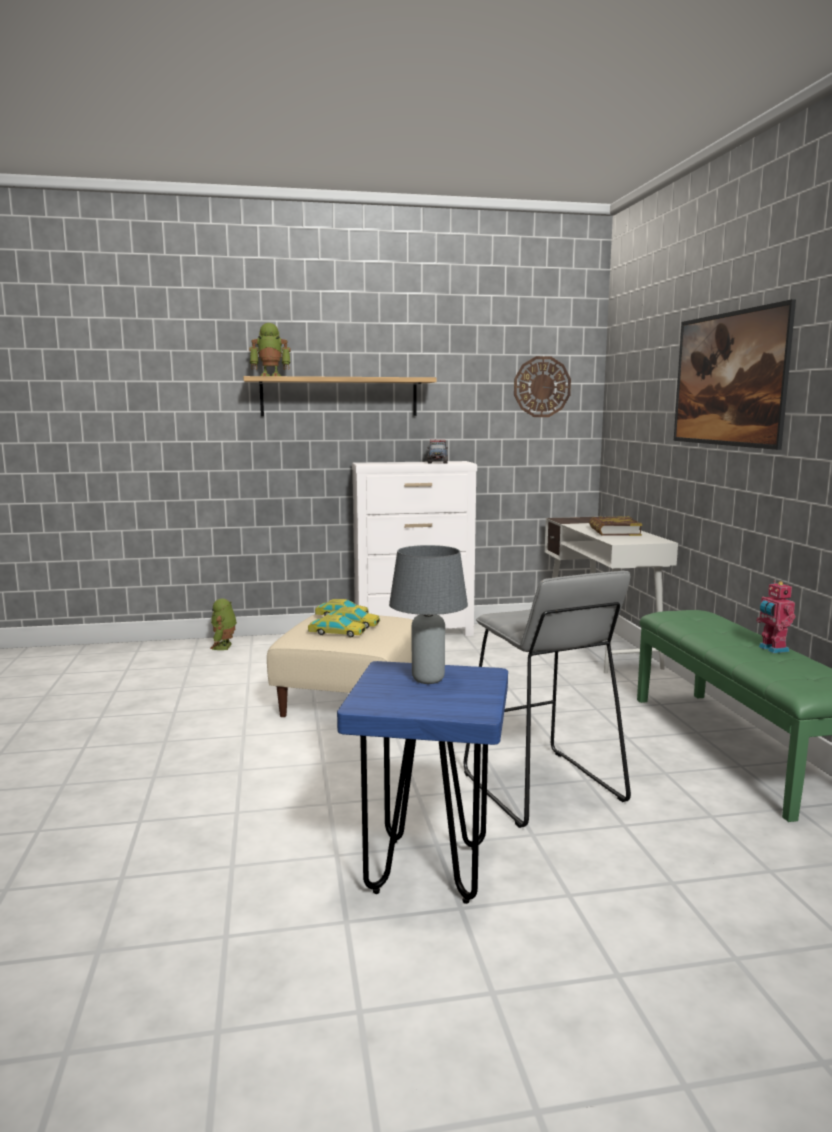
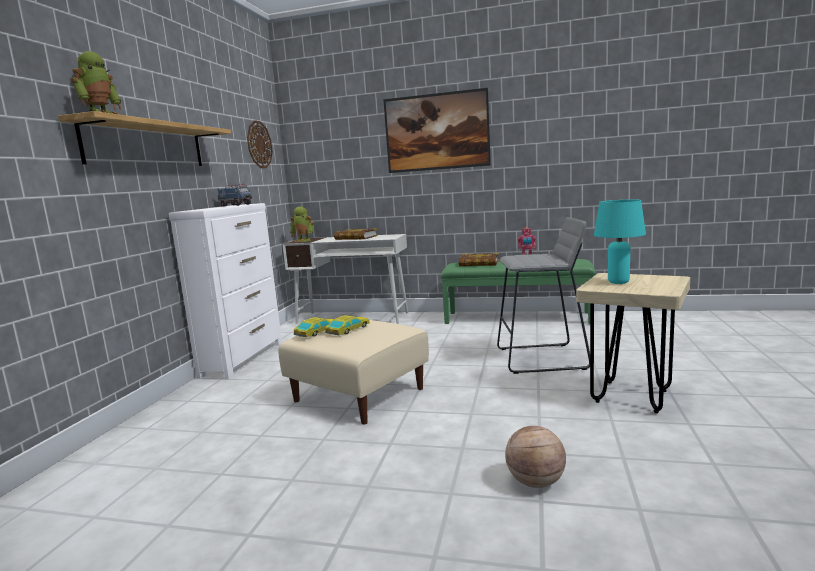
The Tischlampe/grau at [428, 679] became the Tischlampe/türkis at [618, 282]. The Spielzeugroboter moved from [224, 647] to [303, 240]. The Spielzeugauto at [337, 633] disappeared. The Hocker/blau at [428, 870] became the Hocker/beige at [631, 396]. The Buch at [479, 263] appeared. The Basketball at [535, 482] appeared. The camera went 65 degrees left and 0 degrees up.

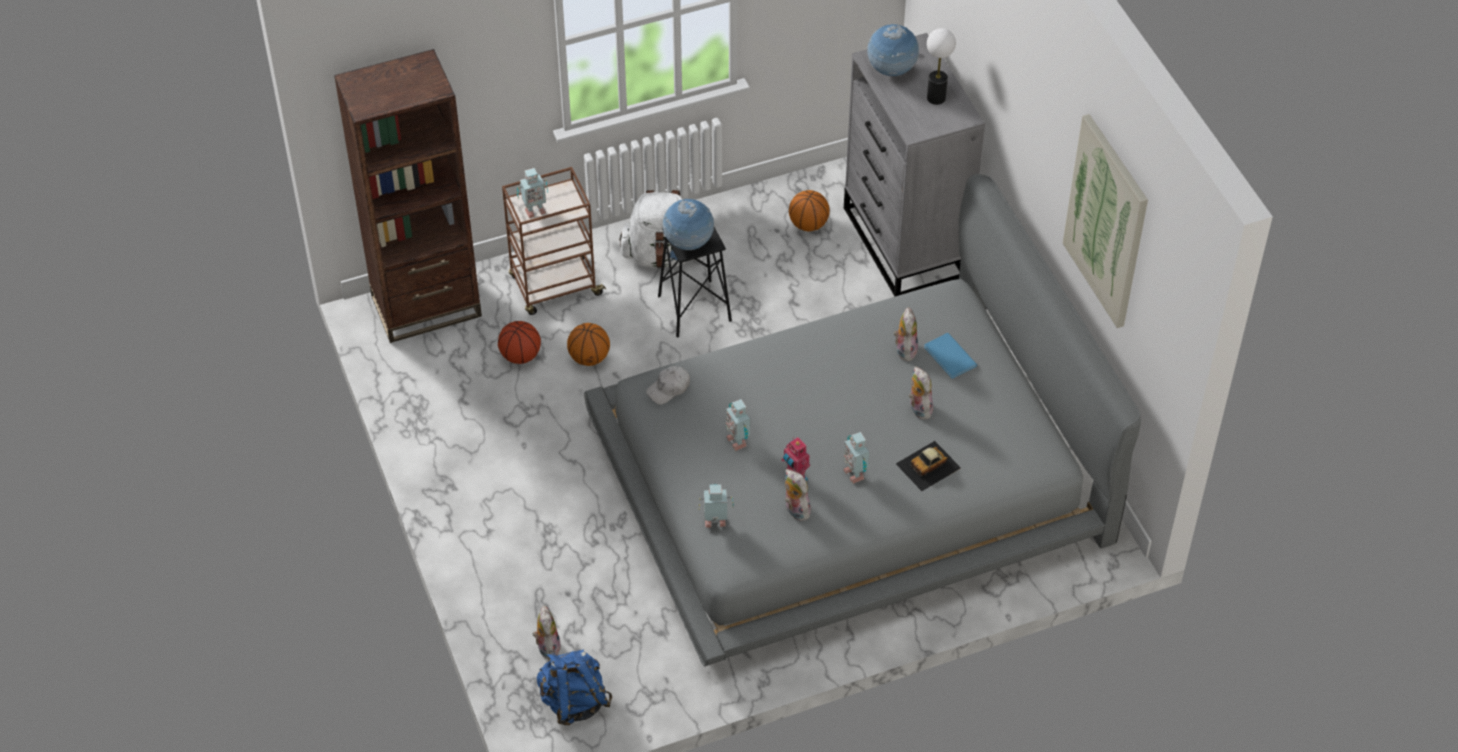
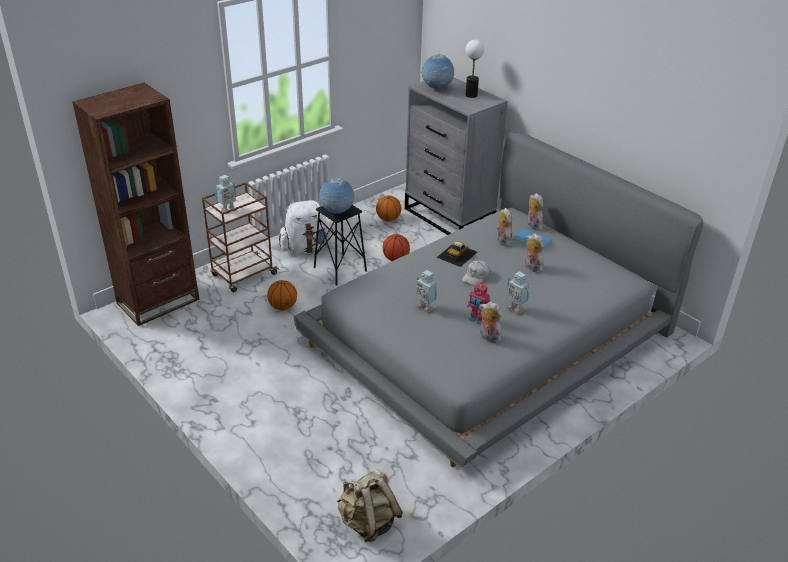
The Bild at [1106, 221] disappeared. The Basketball moved from [520, 356] to [395, 259]. The Kappe/weiß moved from [669, 389] to [475, 277]. The Spielzeugauto moved from [928, 465] to [457, 254]. The Spielzeugroboter at [716, 523] disappeared. The Plüschtier moved from [547, 646] to [532, 226]. The Rucksack/blau at [573, 701] became the Rucksack/beige at [368, 522]. The camera went 20 degrees left and 15 degrees down.

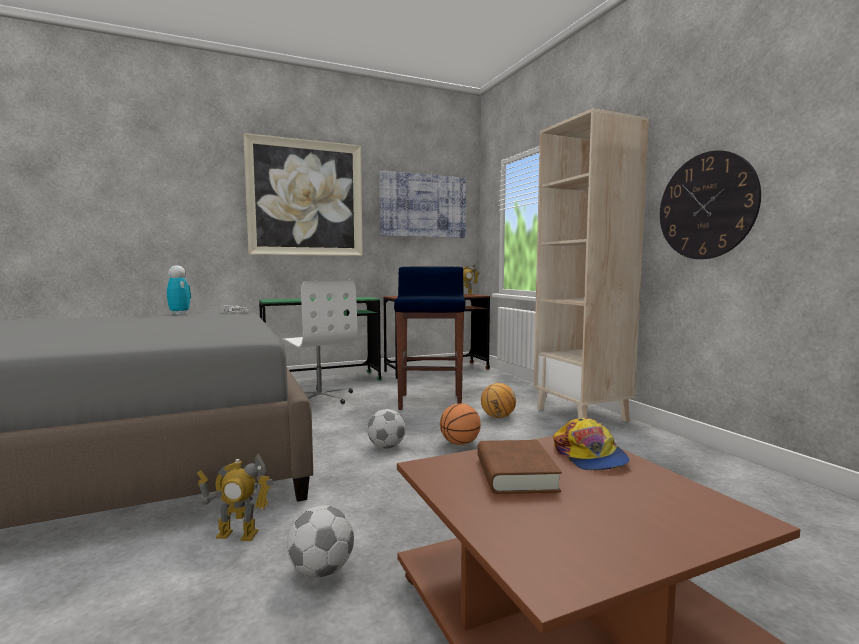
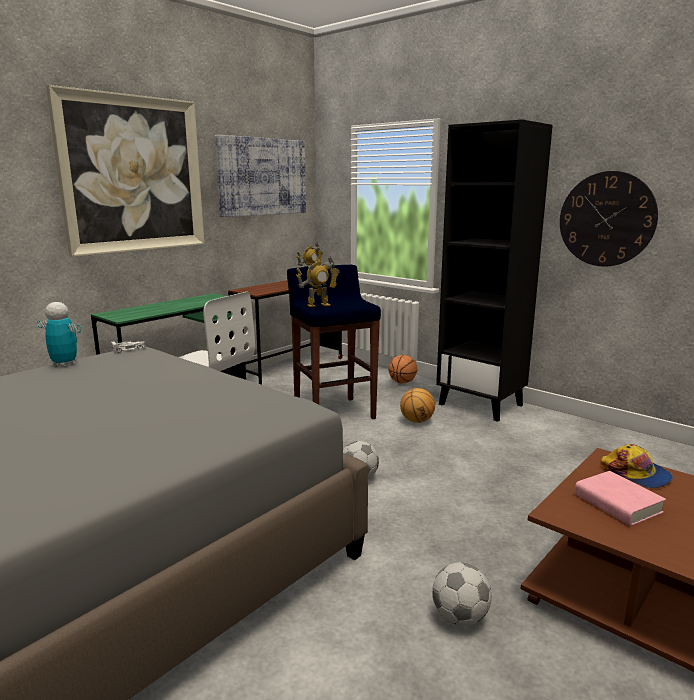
The Bücherregal/beige at [582, 414] became the Bücherregal/schwarz at [481, 405]. The Basketball moved from [460, 443] to [402, 382]. The Buch/braun at [515, 474] became the Buch/rosa at [617, 504]. The Spielzeugroboter moved from [237, 534] to [318, 305]. The camera went 25 degrees left and 10 degrees up.

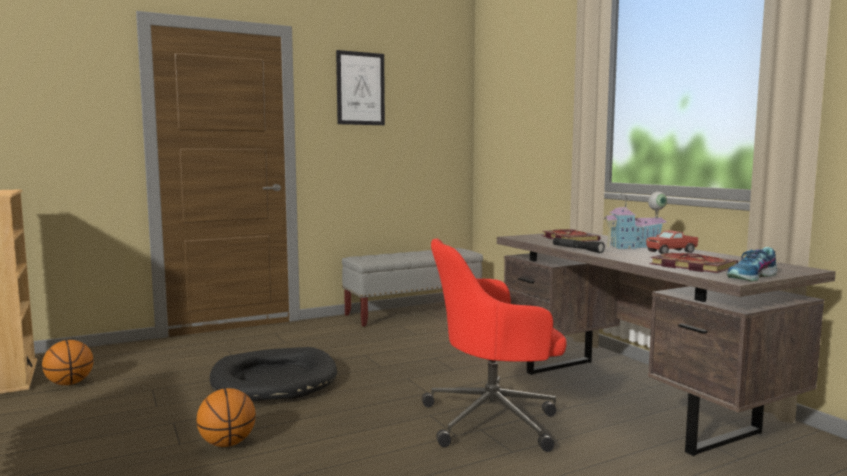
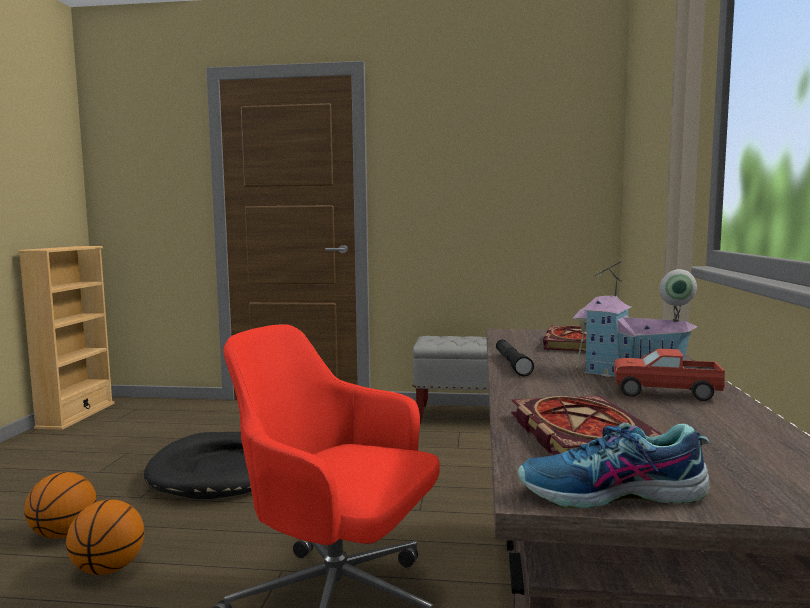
The Bild at [360, 88] disappeared. The Basketball moved from [70, 383] to [109, 569]. The camera went 35 degrees right and 0 degrees up.

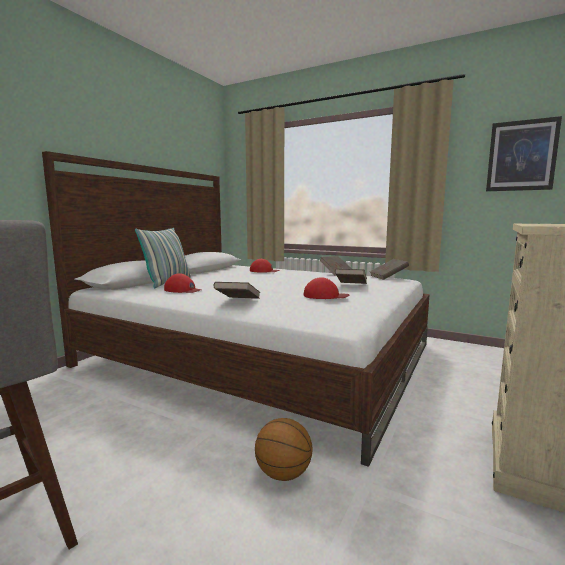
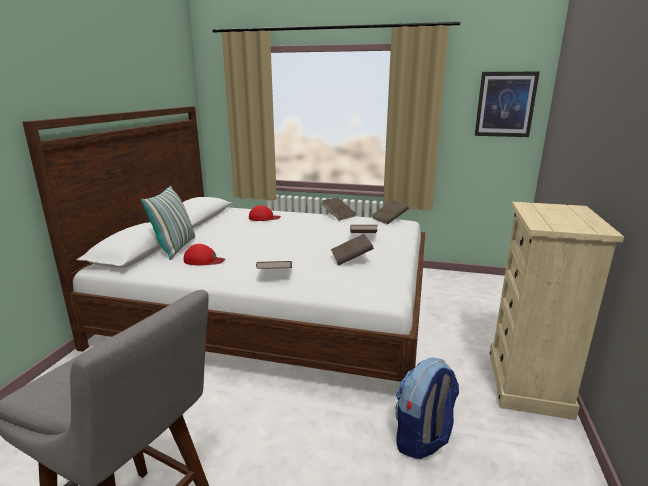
The Kappe/rot at [325, 296] was replaced by the Buch/braun at [351, 259]. The Basketball at [283, 474] disappeared. The Rucksack at [422, 439] appeared. The camera went 15 degrees left and 10 degrees up.

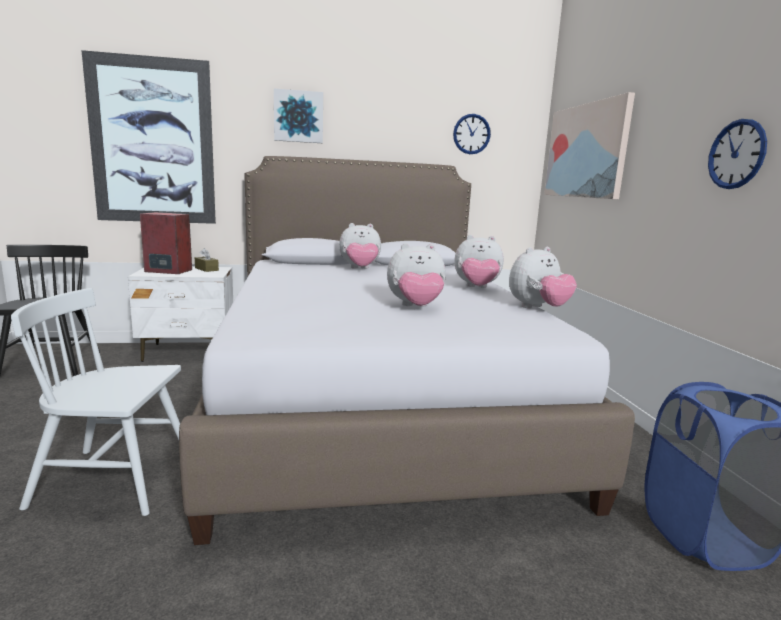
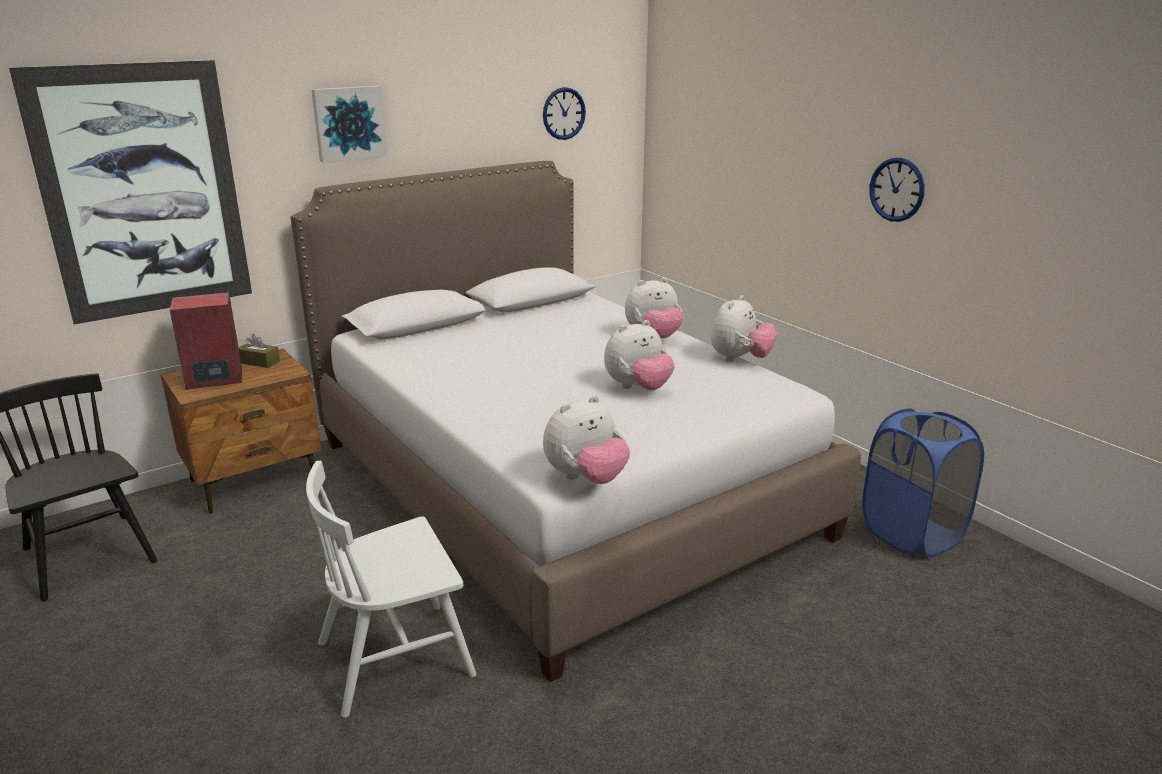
The Bild at [586, 151] disappeared. The Plüschtier moved from [360, 269] to [586, 478]. The Nachttisch/weiß at [188, 352] became the Nachttisch/braun at [255, 481]. The camera went 25 degrees left and 10 degrees up.

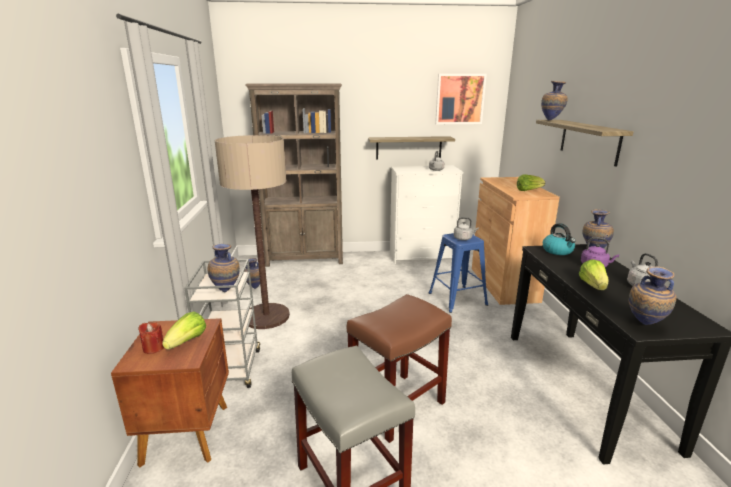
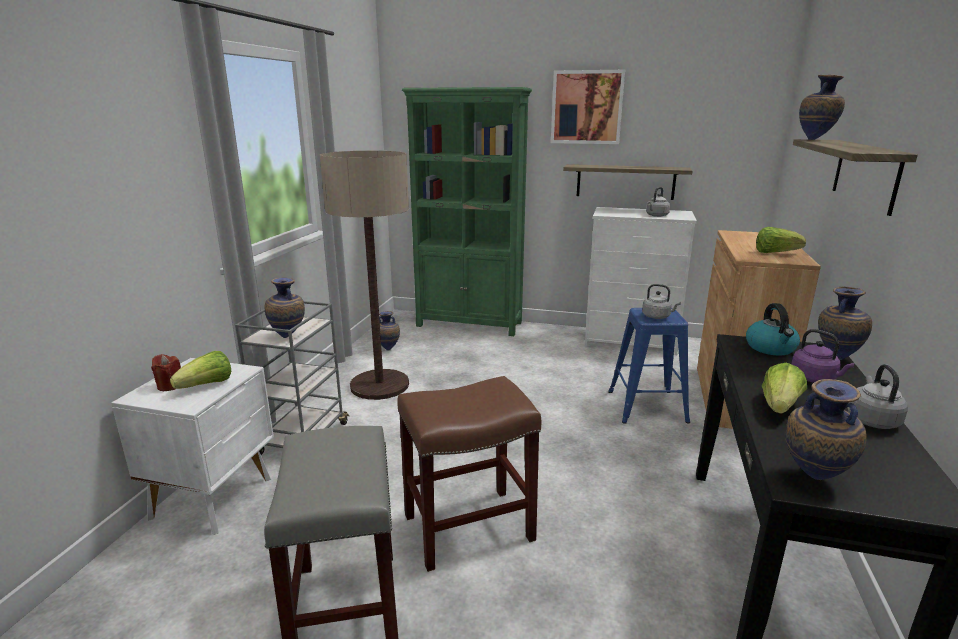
The Bild moved from [459, 99] to [587, 107]. The Bücherregal/braun at [305, 259] became the Bücherregal/grün at [470, 324]. The Nachttisch/braun at [188, 433] became the Nachttisch/weiß at [215, 497]. The camera went 20 degrees right and 0 degrees up.

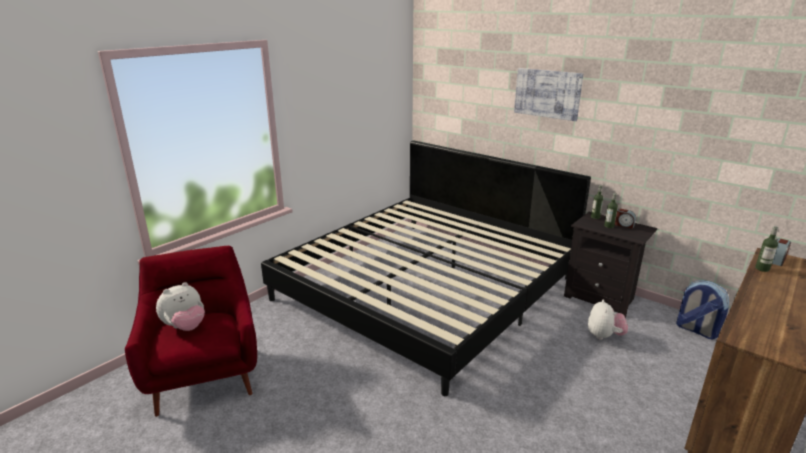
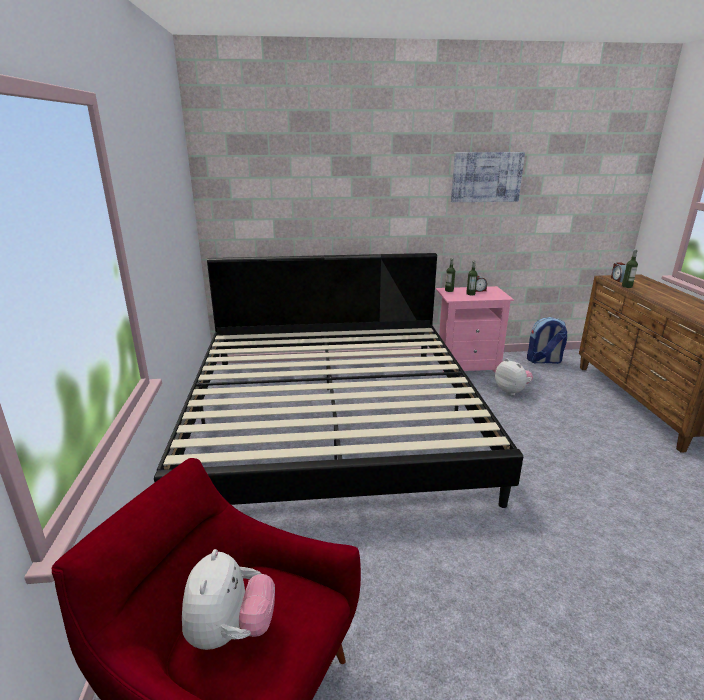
The Bild moved from [547, 93] to [486, 177]. The Nachttisch/schwarz at [601, 298] became the Nachttisch/rosa at [466, 364]. The camera went 45 degrees left and 0 degrees up.

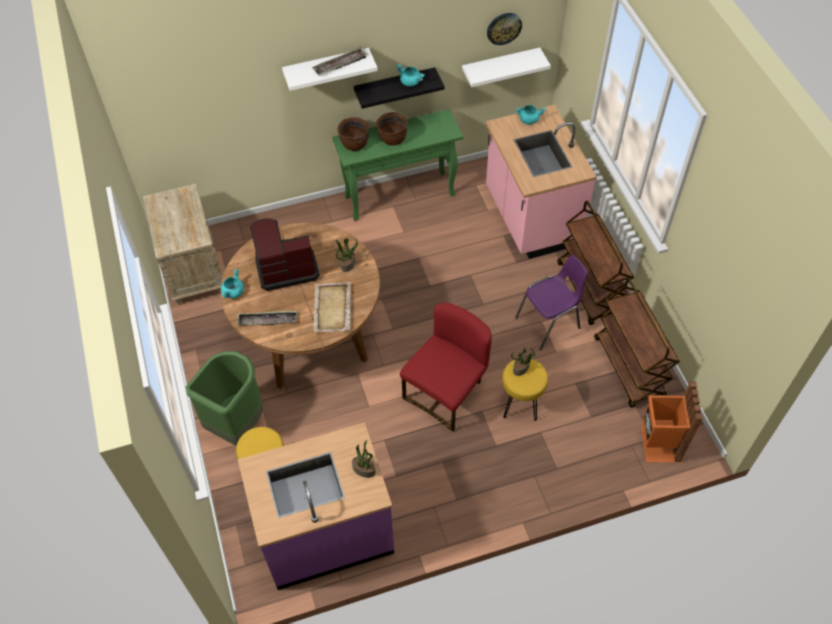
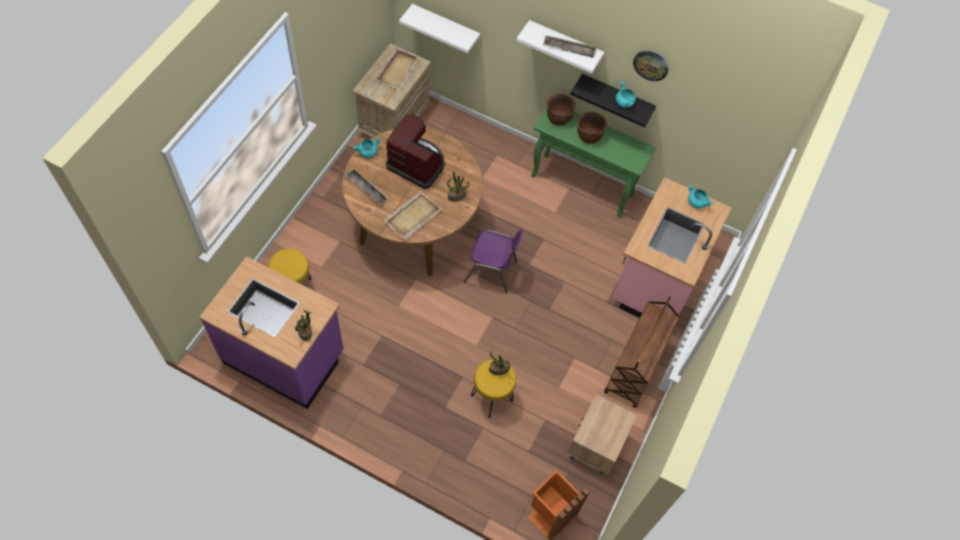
The Wanduhr moved from [504, 28] to [651, 65]. The Wandregal/weiß moved from [500, 67] to [445, 27]. The Stuhl/lila moved from [549, 323] to [492, 272]. The Rollwagen/braun at [629, 368] was replaced by the Nachttisch/beige at [595, 446]. The Stuhl/rot at [446, 393] disappeared. The Mülleimer/grün at [236, 424] disappeared. The Tablett/beige at [397, 69] appeared. The camera went 40 degrees right and 5 degrees up.

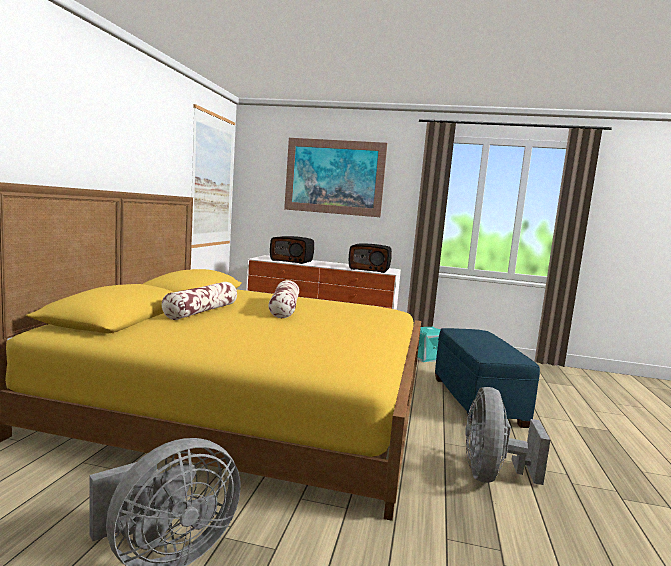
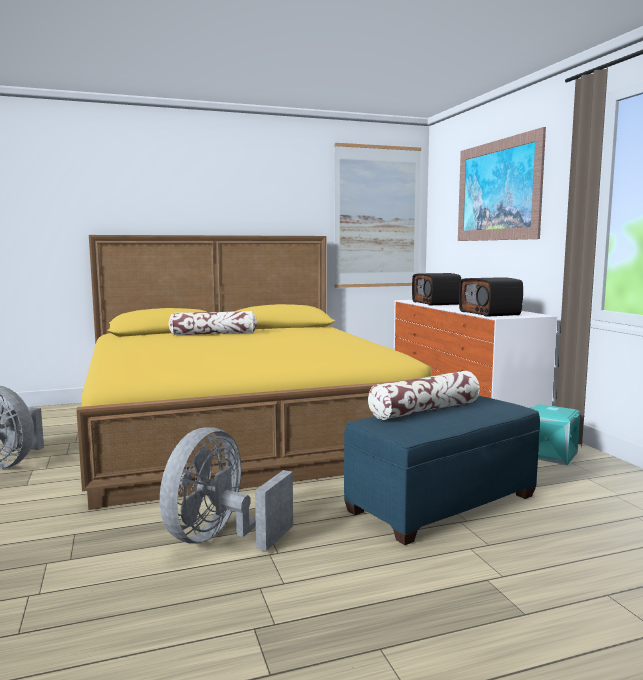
The Kissen moved from [284, 309] to [425, 410]. The Ventilator/grau at [492, 476] turned 45 degrees counterclockwise. The camera went 60 degrees right and 0 degrees up.

